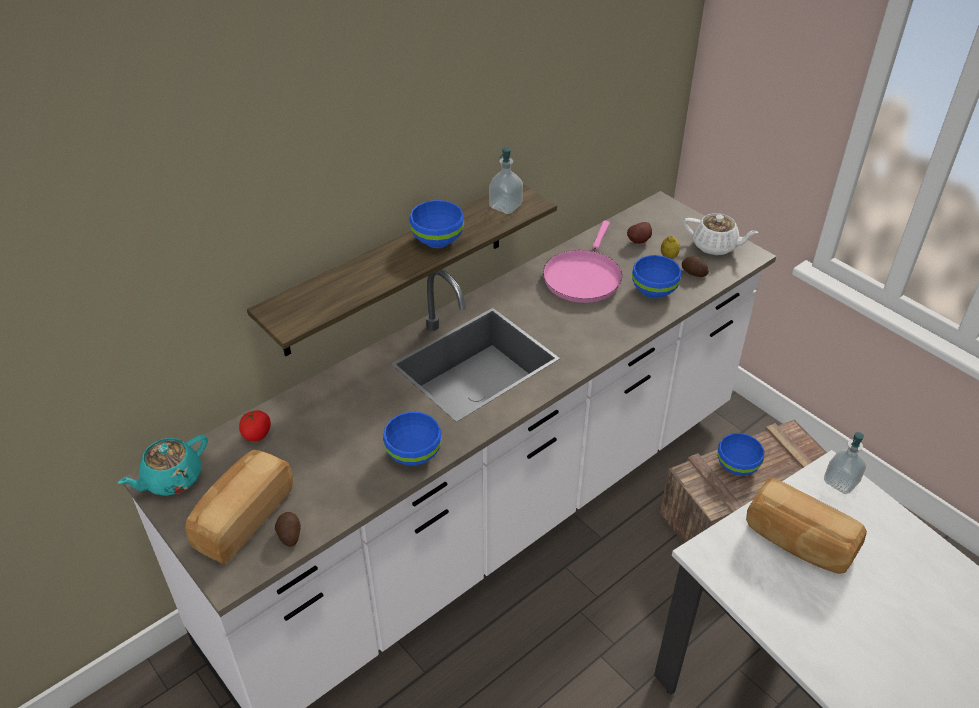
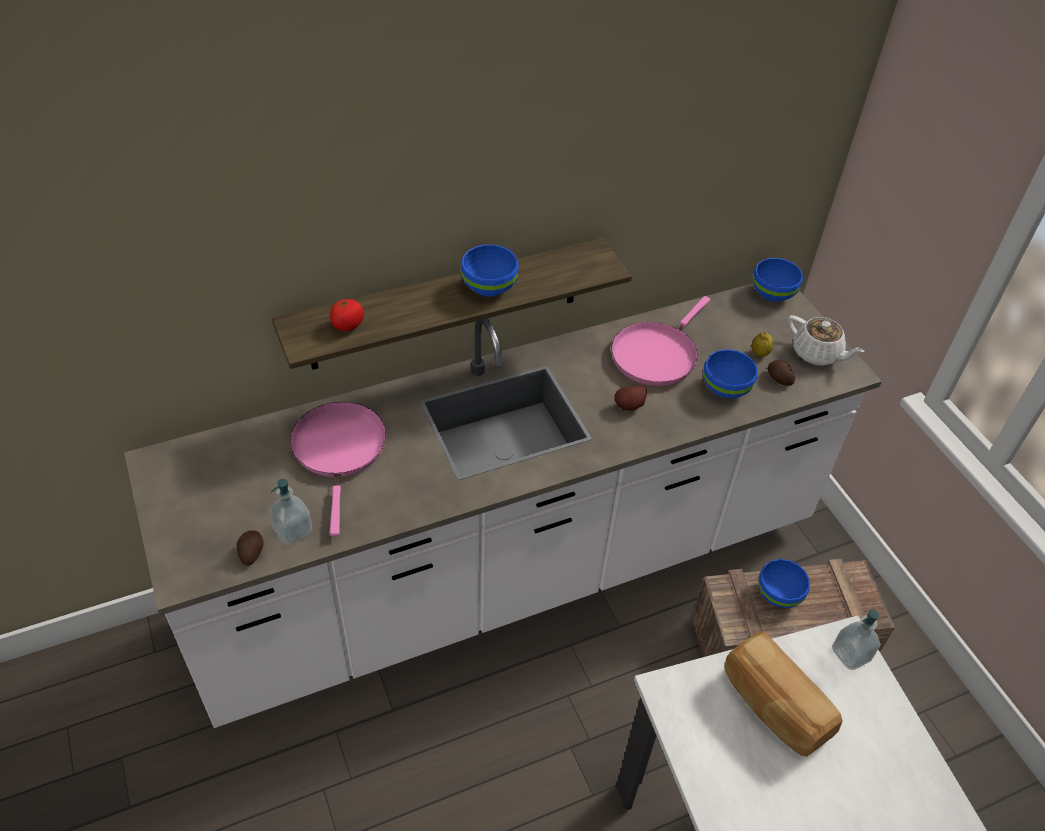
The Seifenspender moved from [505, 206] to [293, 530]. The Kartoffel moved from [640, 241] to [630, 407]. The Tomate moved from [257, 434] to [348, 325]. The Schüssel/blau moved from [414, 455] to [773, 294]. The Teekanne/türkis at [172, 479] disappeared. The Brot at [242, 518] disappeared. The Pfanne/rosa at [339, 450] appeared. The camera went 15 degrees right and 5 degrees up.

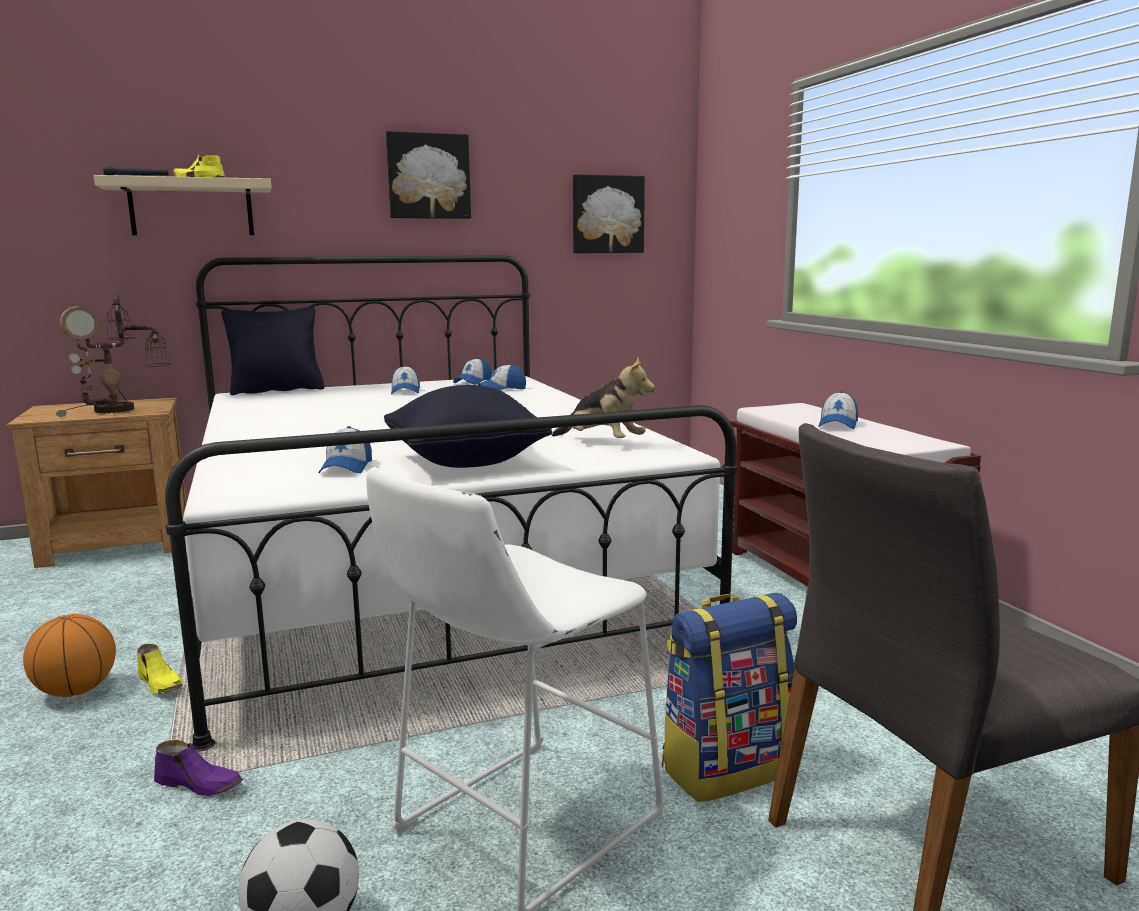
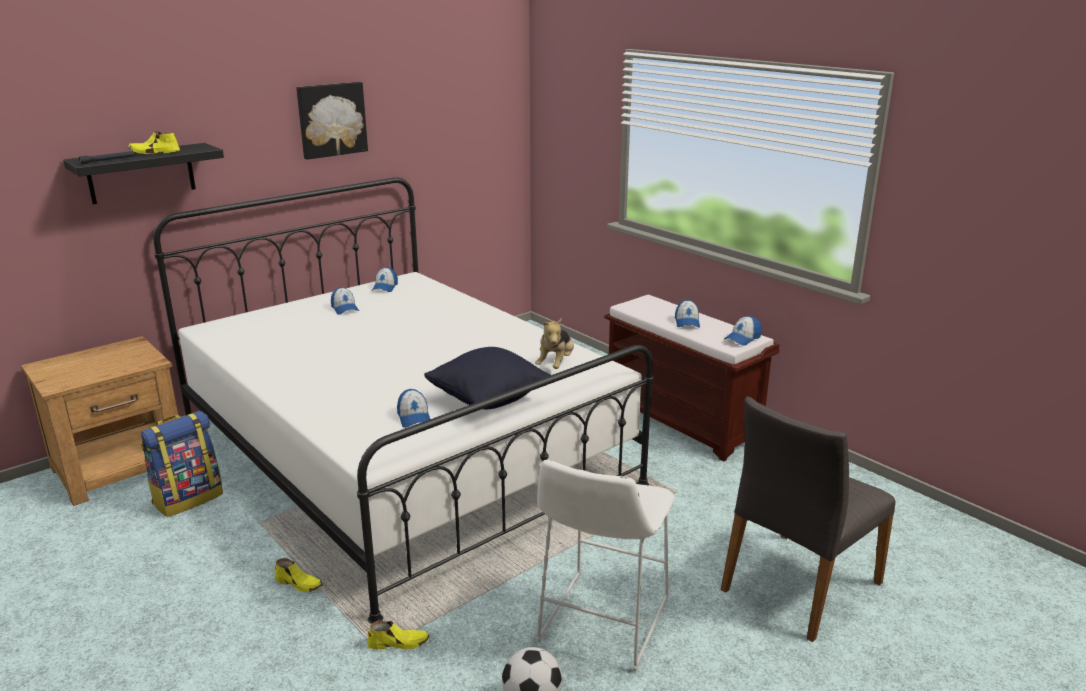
The Bild at [607, 214] disappeared. The Wandregal/beige at [191, 208] became the Wandregal/schwarz at [141, 173]. The Tischlampe at [117, 410] disappeared. The Kissen/schwarz at [277, 390] disappeared. The Plüschtier at [602, 443] turned 90 degrees clockwise. The Kappe moved from [502, 389] to [742, 338]. The Rucksack moved from [727, 767] to [188, 498]. The Basketball at [76, 691] disappeared. The Schuh/lila at [200, 784] became the Schuh/gelb at [398, 643]. The camera went 20 degrees left and 10 degrees up.

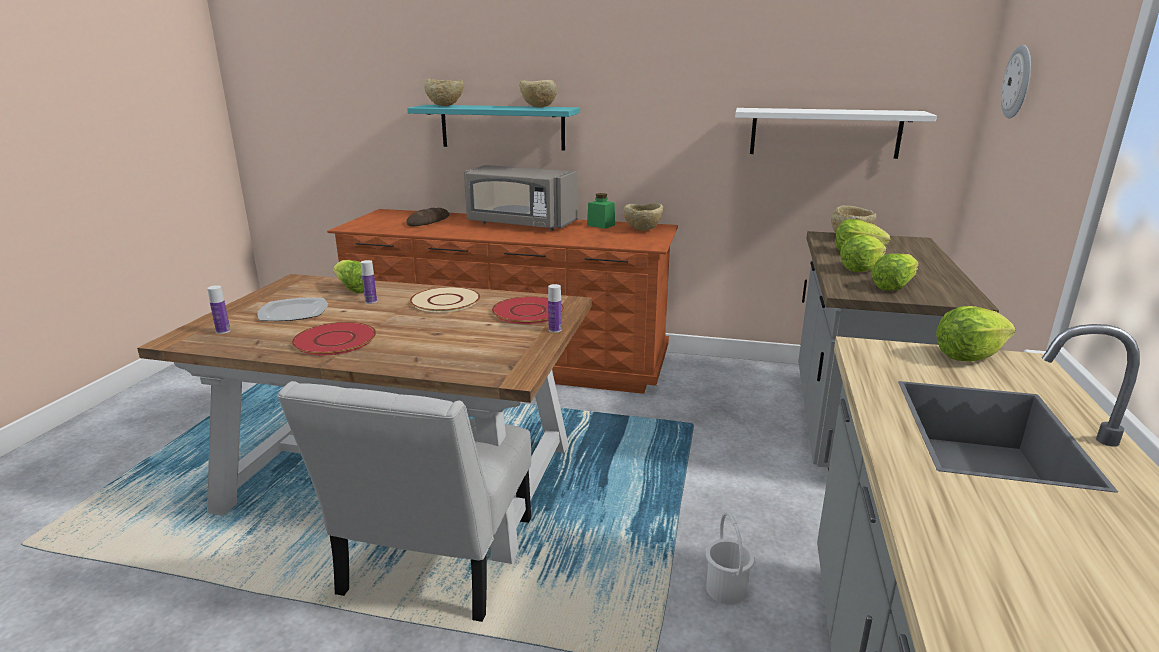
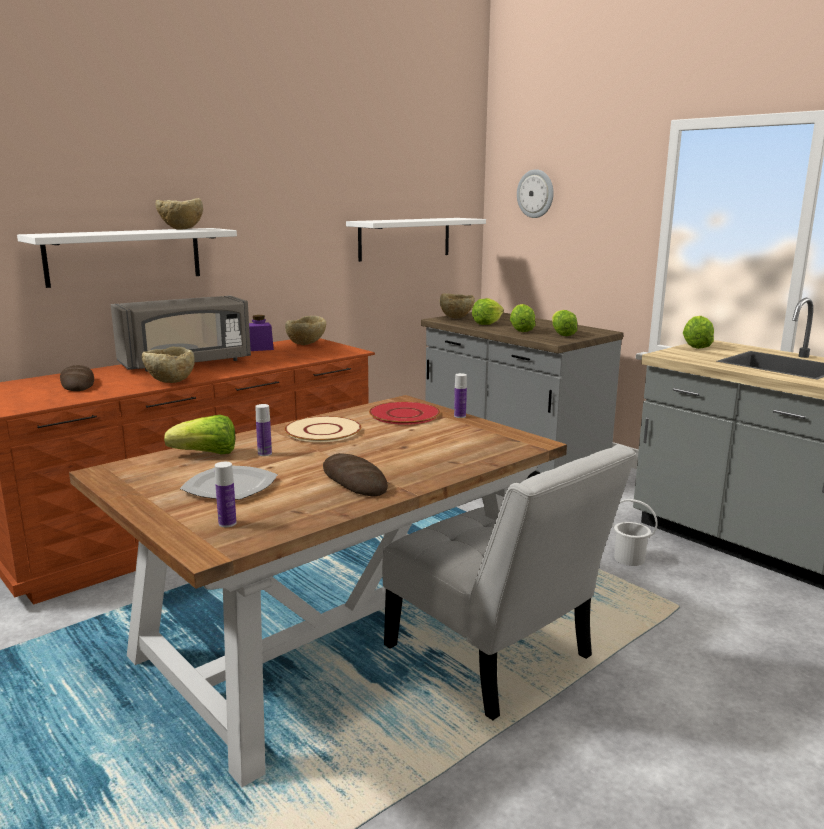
The Schüssel/beige moved from [445, 106] to [170, 381]. The Wandregal/türkis at [502, 127] became the Wandregal/weiß at [125, 256]. The Vorratsglas/grün at [601, 225] became the Vorratsglas/lila at [260, 348]. The Teller/rot at [334, 340] was replaced by the Brot at [354, 481]. The camera went 55 degrees left and 5 degrees down.

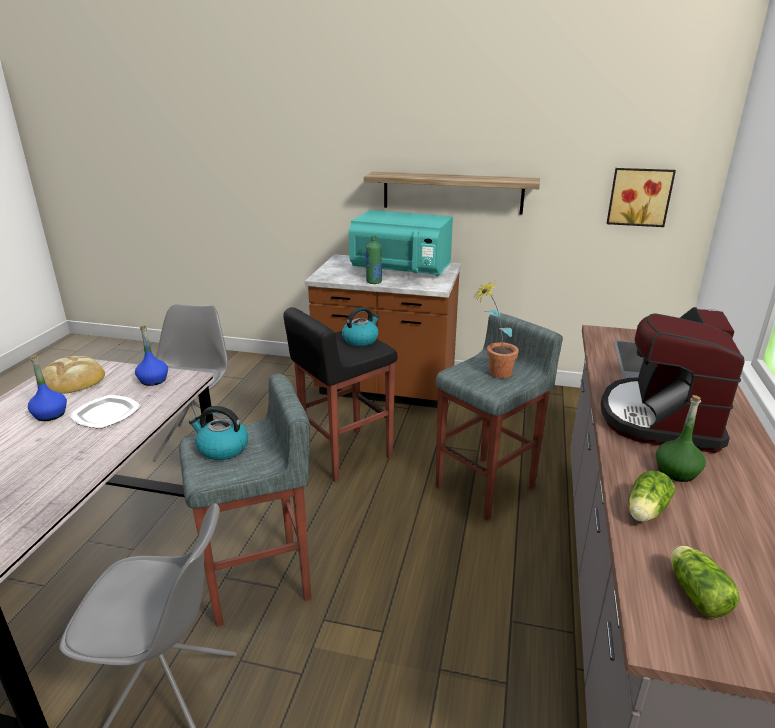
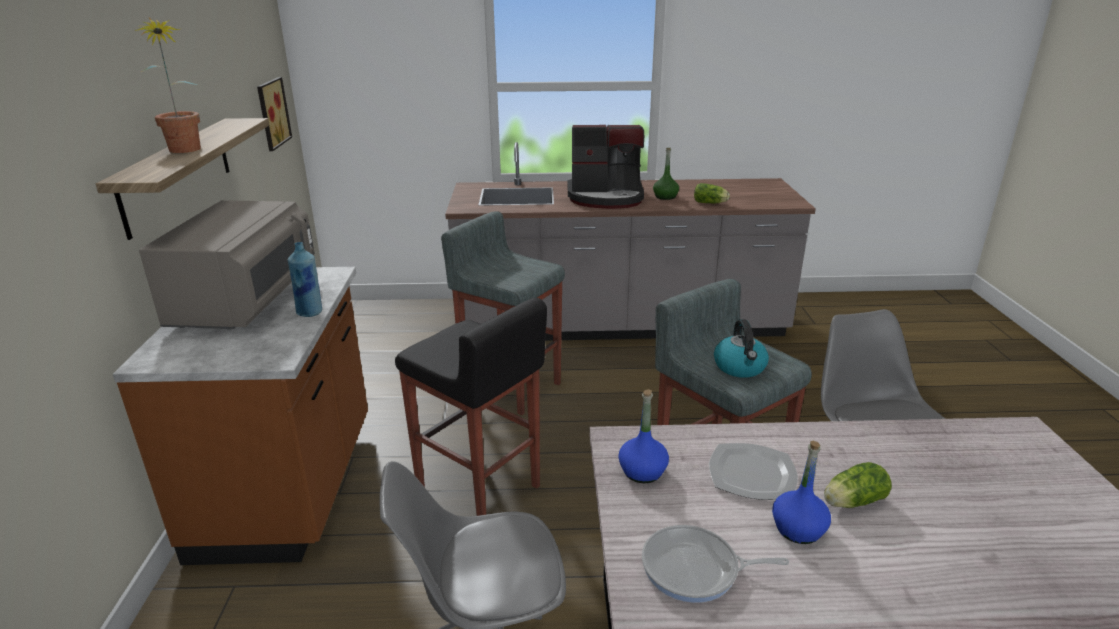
The Mikrowelle/türkis at [401, 270] became the Mikrowelle/grau at [247, 301]. The Flasche/grün at [374, 282] became the Flasche/blau at [310, 312]. The Topfpflanze moved from [493, 373] to [185, 151]. The Wasserkessel at [360, 340] disappeared. The Brot at [72, 379] was replaced by the Pfanne at [695, 569]. The Salatkopf moved from [695, 592] to [851, 502]. The camera went 105 degrees left and 0 degrees up.

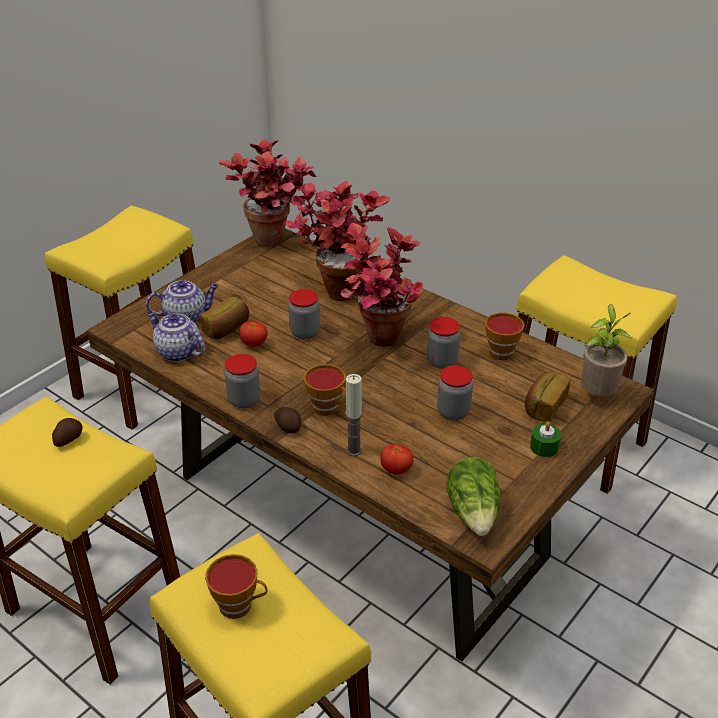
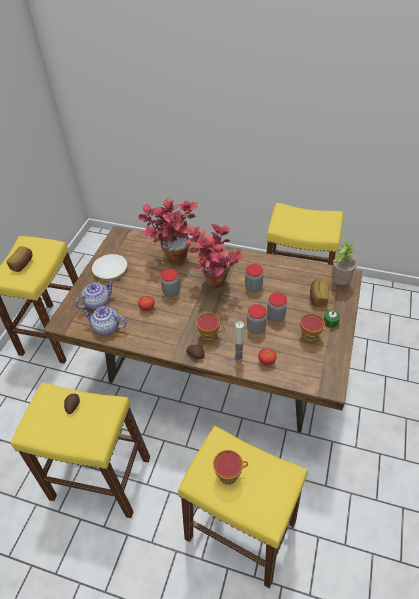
The Topfpflanze at [276, 244] disappeared. The Brot moved from [227, 329] to [23, 264]. The Tasse moved from [501, 350] to [309, 334]. The Vorratsglas moved from [244, 400] to [256, 328]. The Salatkopf at [474, 512] disappeared. The Teller/weiß at [110, 269] appeared. The camera went 20 degrees left and 10 degrees up.

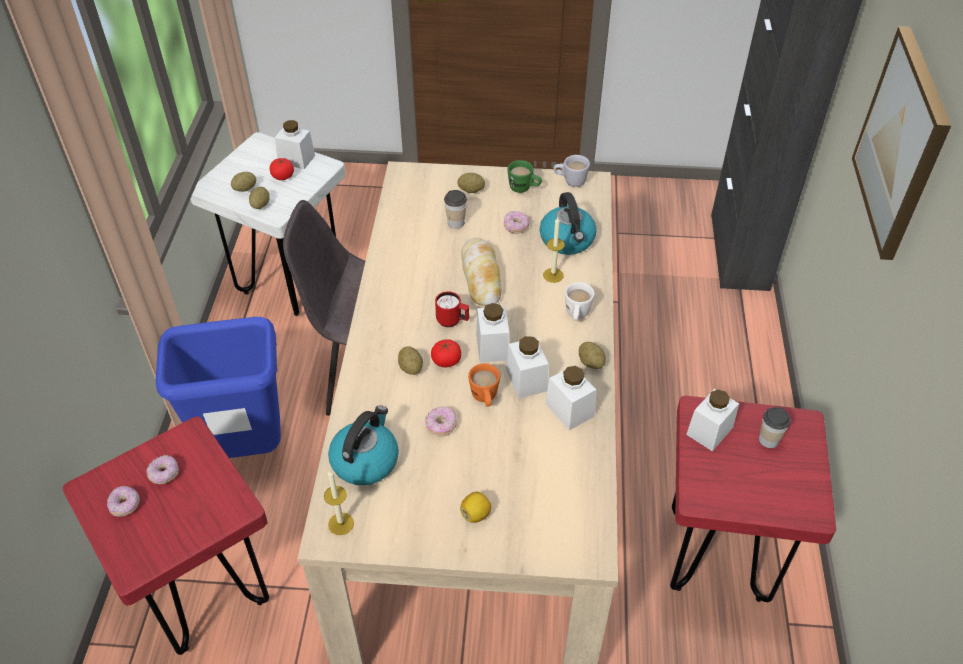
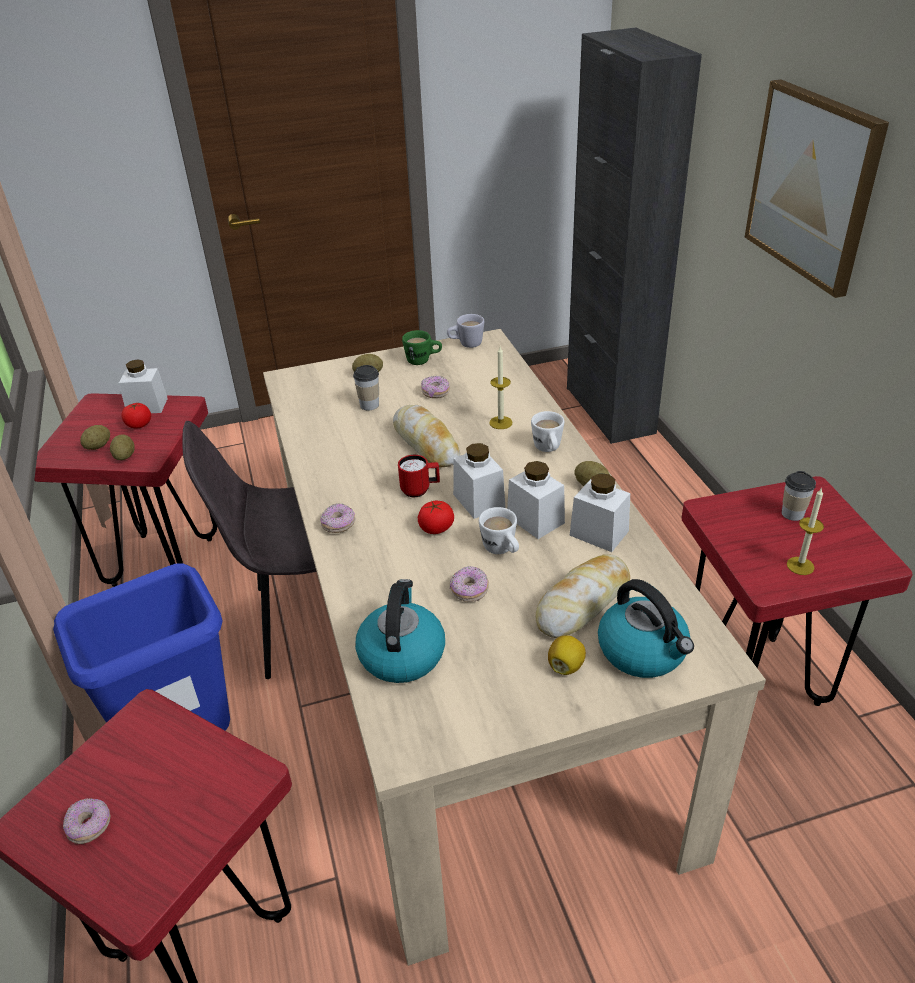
The Hocker/weiß at [289, 283] became the Hocker/rot at [163, 561]. The Wasserkessel moved from [567, 240] to [643, 651]. The Kartoffel at [410, 368] disappeared. The Henkelbecher/orange at [485, 399] became the Henkelbecher/weiß at [502, 550]. The Vorratsglas/weiß at [709, 431] disappeared. The Donut moved from [164, 474] to [339, 525]. The Kerze moved from [341, 523] to [800, 566]. The Brot at [583, 603] appeared. The camera went 20 degrees left and 10 degrees down.

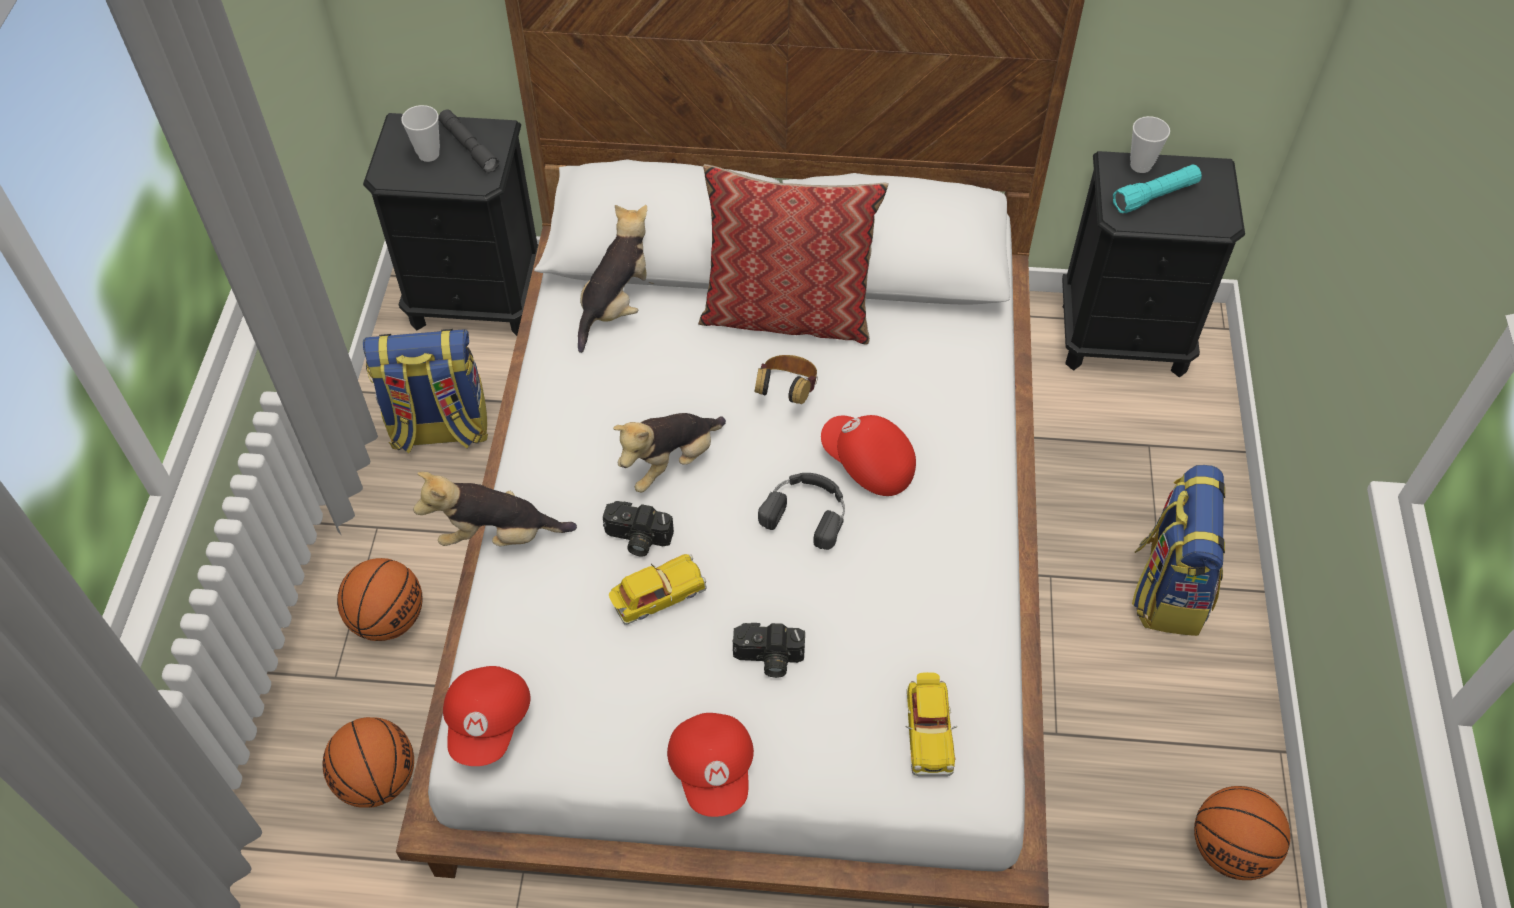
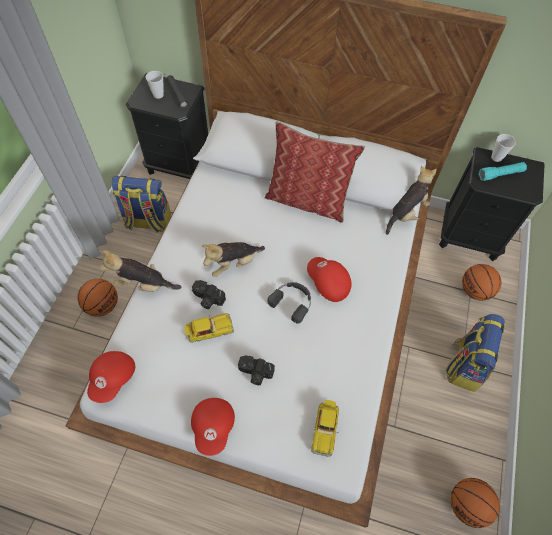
The Plüschtier moved from [618, 305] to [406, 213]. The Kopfhörer at [787, 392] disappeared. The Basketball moved from [378, 779] to [475, 290]. The camera went 10 degrees right and 5 degrees up.

